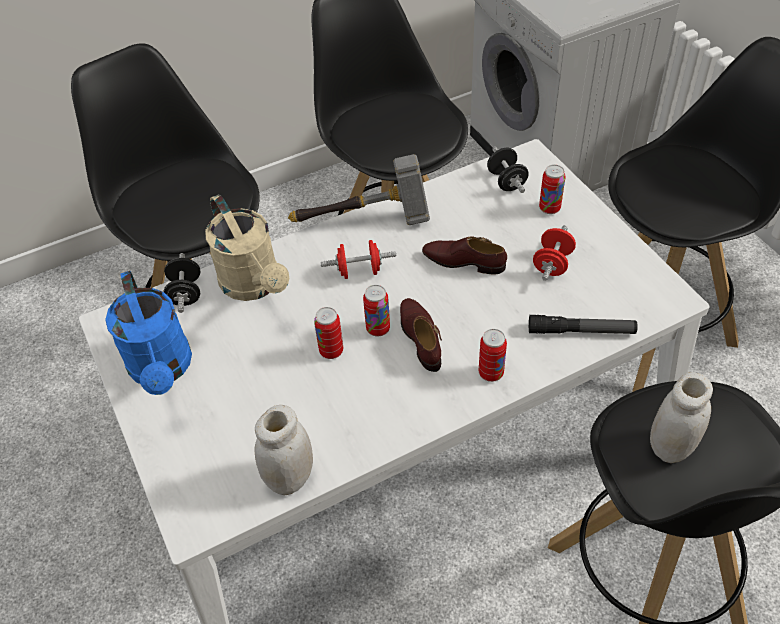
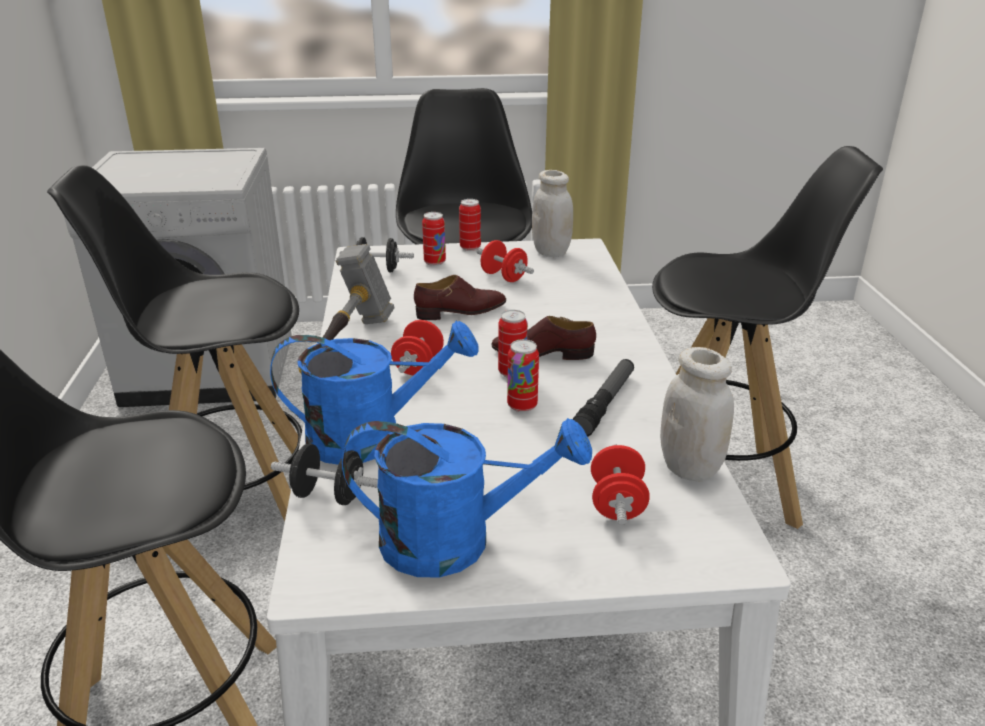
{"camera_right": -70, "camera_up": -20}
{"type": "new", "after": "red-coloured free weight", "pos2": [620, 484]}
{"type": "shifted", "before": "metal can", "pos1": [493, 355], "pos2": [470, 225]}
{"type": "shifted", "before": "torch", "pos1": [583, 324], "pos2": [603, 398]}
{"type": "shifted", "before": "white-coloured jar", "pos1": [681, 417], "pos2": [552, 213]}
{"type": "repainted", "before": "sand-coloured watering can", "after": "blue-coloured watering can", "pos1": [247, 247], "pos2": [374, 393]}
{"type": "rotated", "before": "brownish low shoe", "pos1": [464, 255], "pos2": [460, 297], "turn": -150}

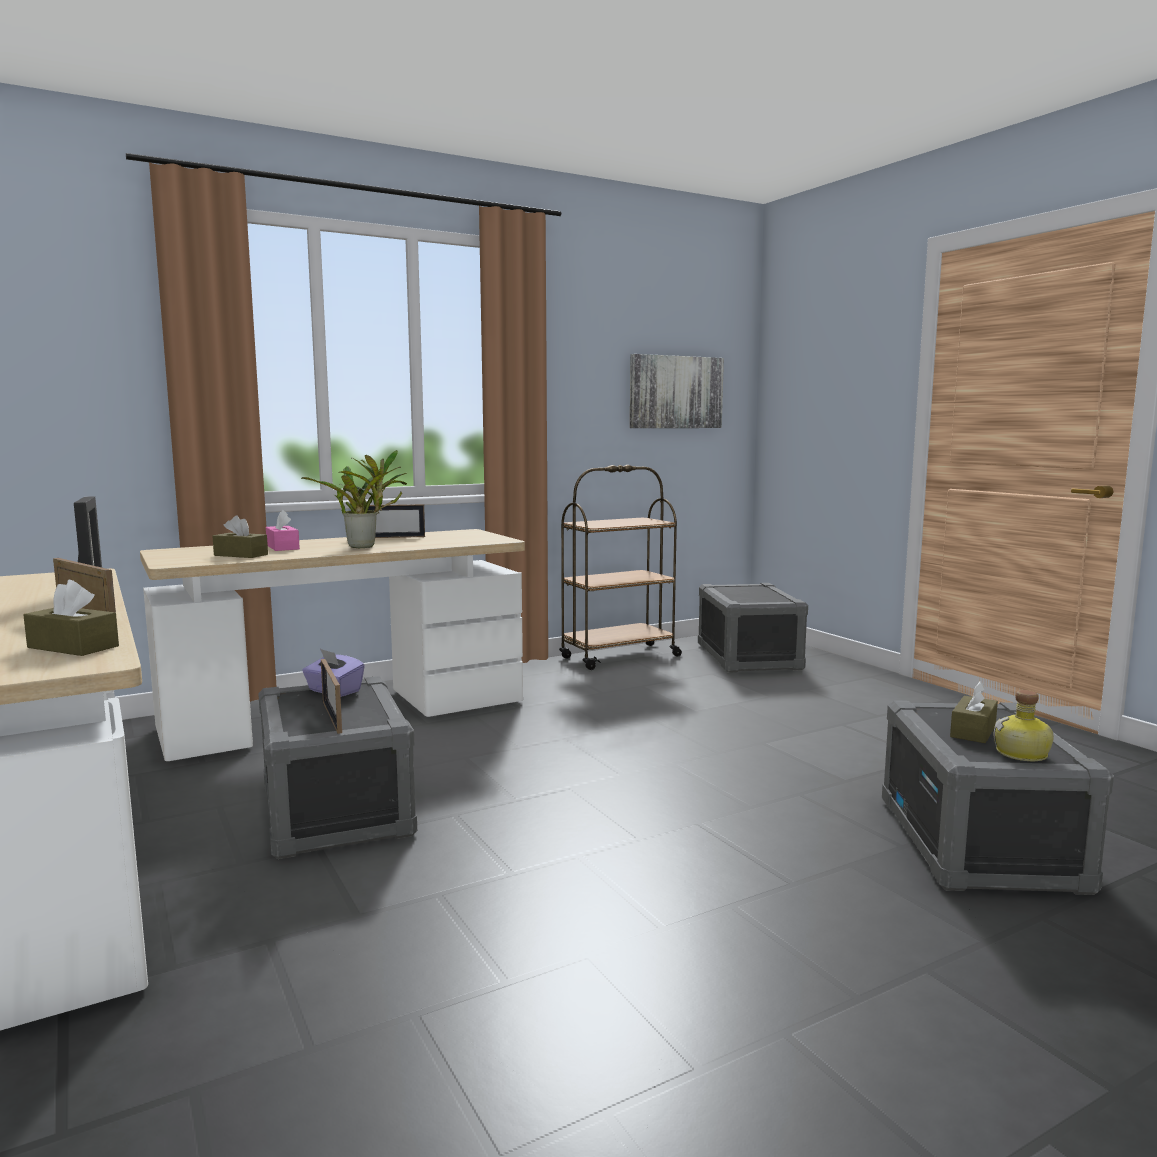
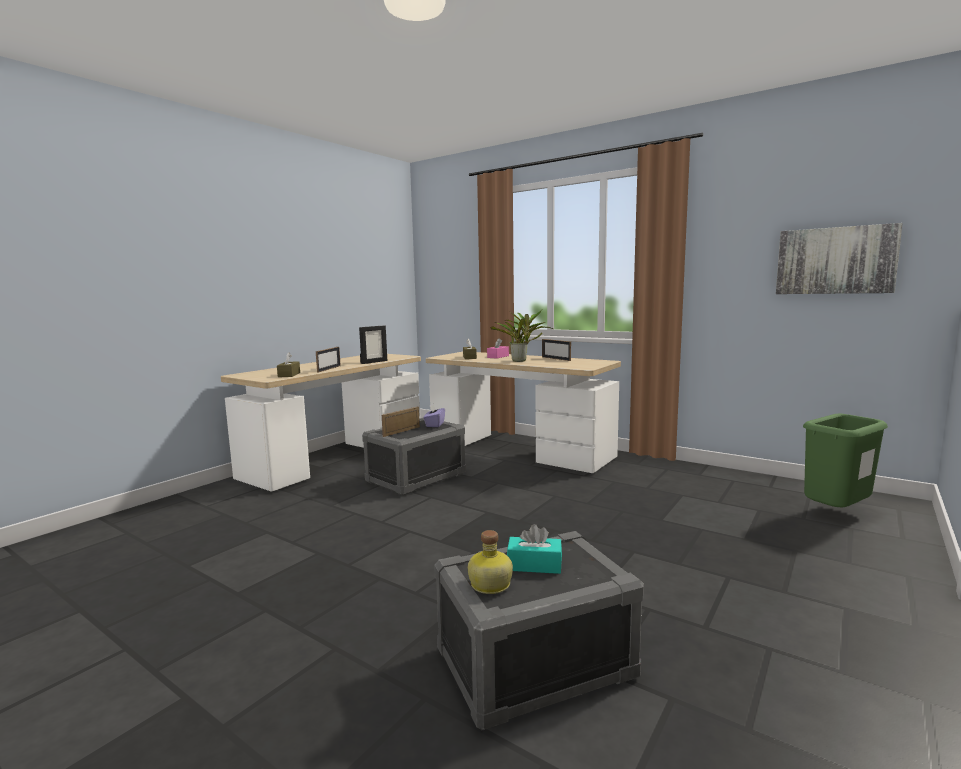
{"camera_right": 65, "camera_up": 0}
{"type": "gone", "before": "brownish wheeled cart", "pos1": [620, 567]}
{"type": "swapped", "before": "greyish storage box", "after": "greenish waste bin", "pos1": [753, 628], "pos2": [845, 460]}
{"type": "repainted", "before": "brownish tissue holder", "after": "turquoise-coloured tissue holder", "pos1": [974, 712], "pos2": [534, 549]}

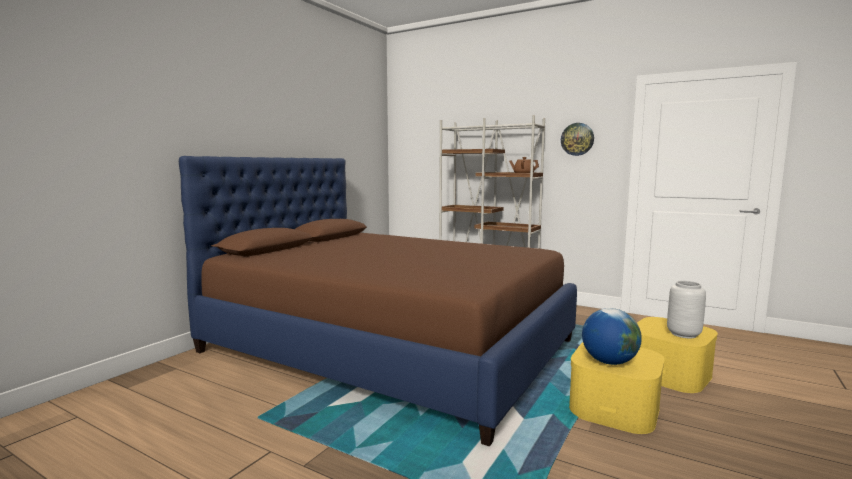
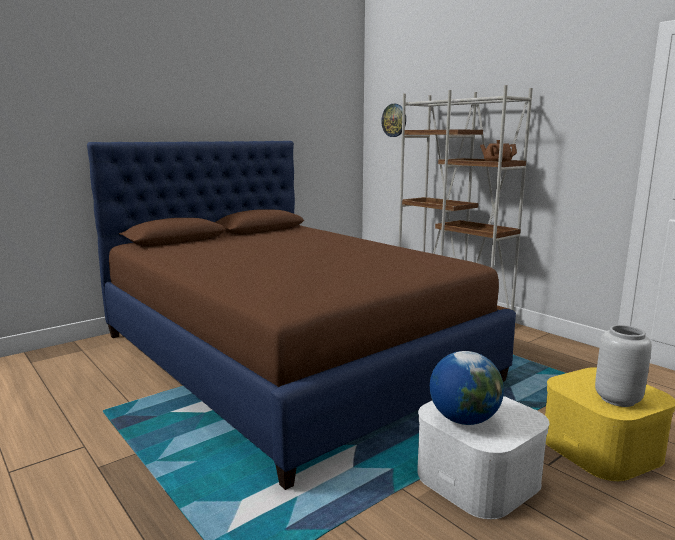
{"camera_right": 20, "camera_up": 5}
{"type": "shifted", "before": "clock on the wall", "pos1": [577, 139], "pos2": [393, 120]}
{"type": "repainted", "before": "yellow-coloured storage box", "after": "white-coloured storage box", "pos1": [617, 388], "pos2": [483, 457]}

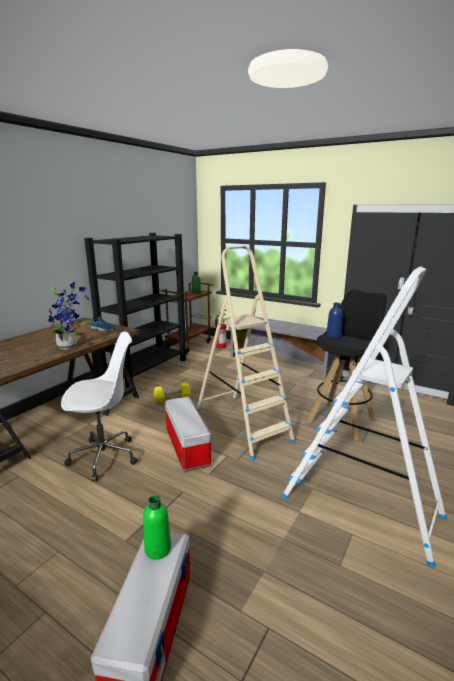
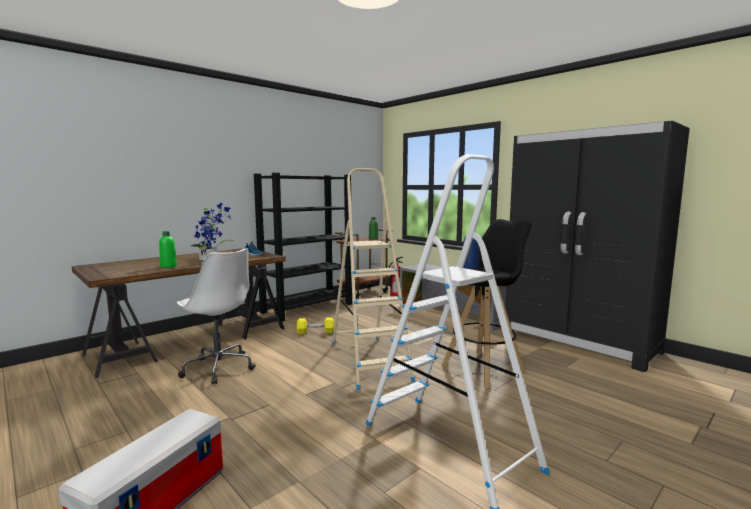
{"camera_right": 15, "camera_up": -10}
{"type": "gone", "before": "storage box", "pos1": [188, 434]}
{"type": "shifted", "before": "greenish bottle", "pos1": [157, 527], "pos2": [168, 249]}
{"type": "rotated", "before": "white-coloured computer chair", "pos1": [99, 406], "pos2": [216, 316], "turn": 45}

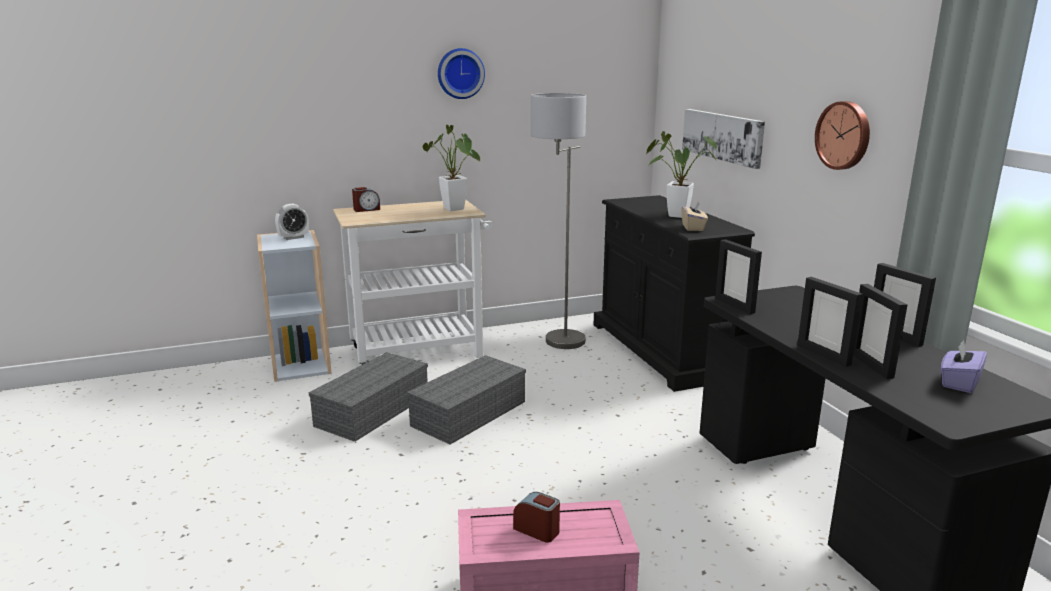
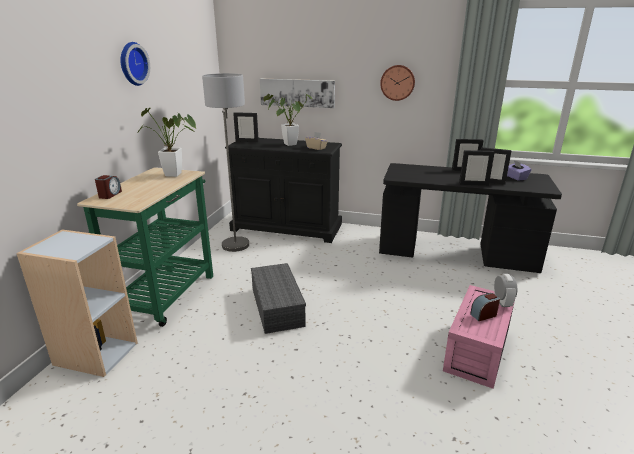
{"camera_right": -55, "camera_up": 5}
{"type": "gone", "before": "greyish storage box", "pos1": [368, 397]}
{"type": "shifted", "before": "alarm clock", "pos1": [292, 222], "pos2": [505, 290]}
{"type": "shifted", "before": "photo frame", "pos1": [738, 276], "pos2": [246, 127]}
{"type": "repainted", "before": "white-coloured wheeled cart", "after": "greenish wheeled cart", "pos1": [413, 282], "pos2": [145, 247]}

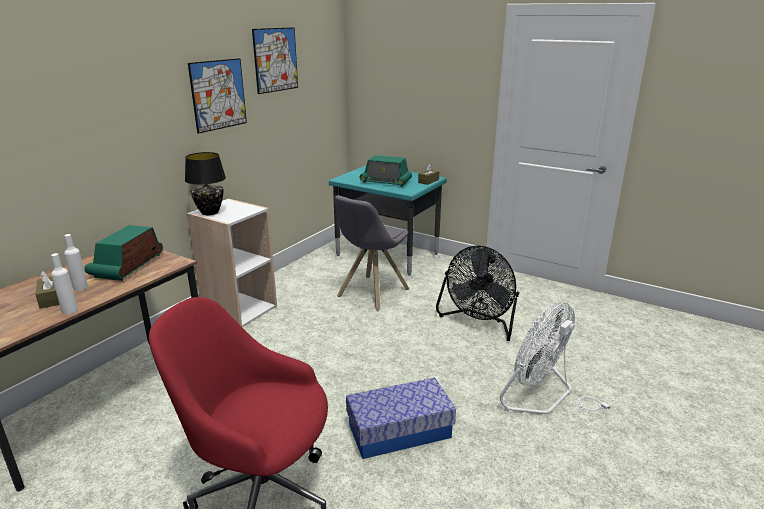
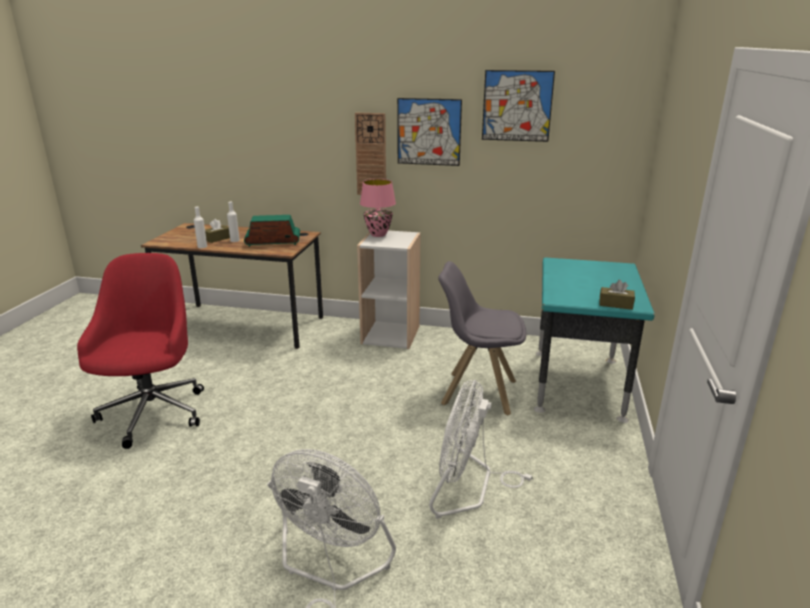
{"camera_right": 70, "camera_up": 0}
{"type": "gone", "before": "storage box", "pos1": [401, 418]}
{"type": "gone", "before": "radio receiver", "pos1": [385, 171]}
{"type": "new", "after": "clock on the wall", "pos2": [370, 154]}
{"type": "repainted", "before": "black lamp for a table", "after": "pink-coloured lamp for a table", "pos1": [205, 183], "pos2": [378, 208]}
{"type": "repainted", "before": "black fan", "after": "white-coloured fan", "pos1": [477, 293], "pos2": [481, 449]}

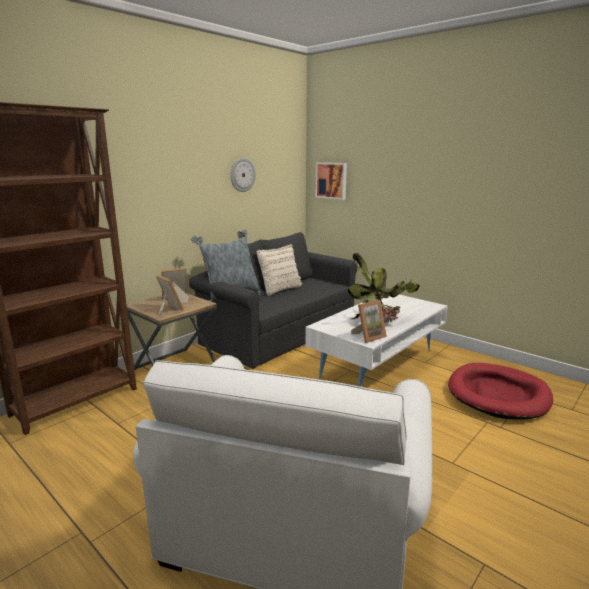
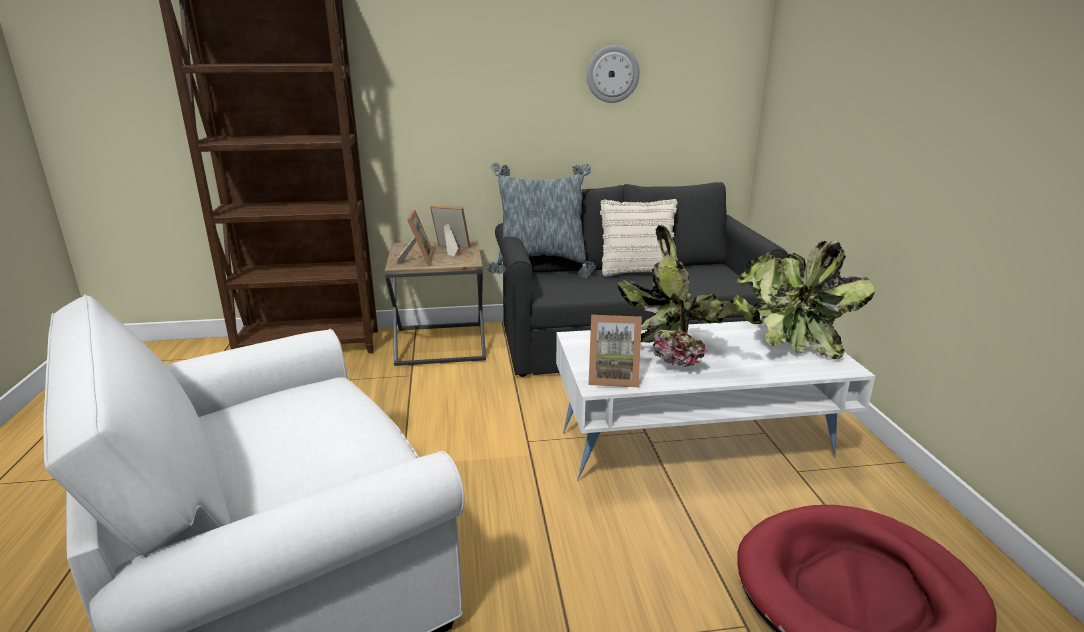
{"camera_right": 40, "camera_up": 5}
{"type": "gone", "before": "wall picture", "pos1": [331, 181]}
{"type": "new", "after": "potted plant", "pos2": [805, 299]}

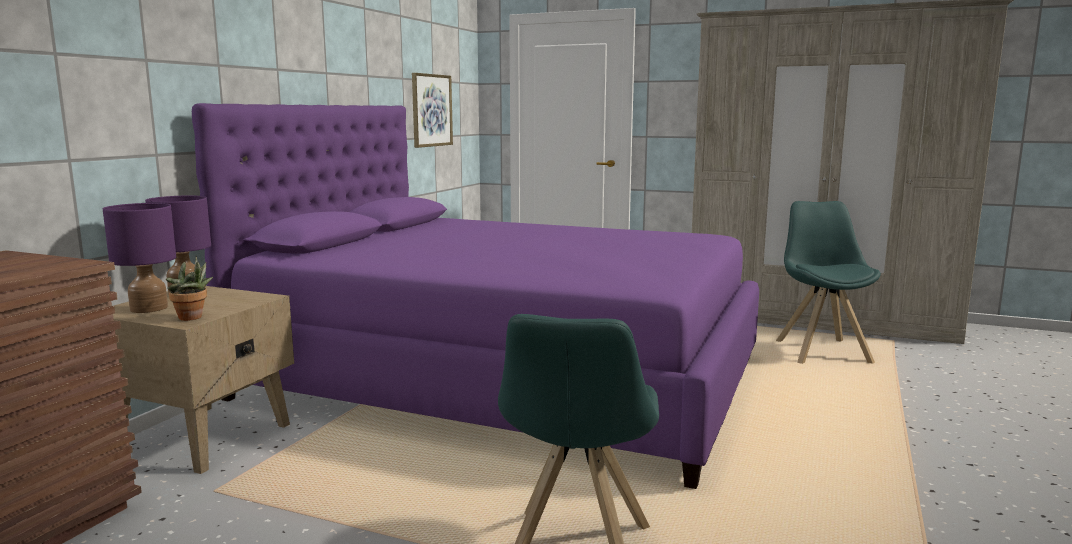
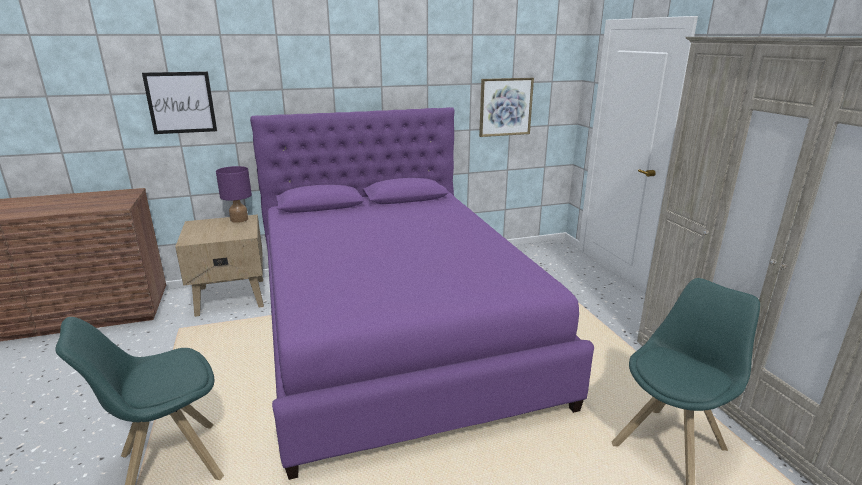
{"camera_right": 50, "camera_up": 10}
{"type": "gone", "before": "purple-coloured lamp for a table", "pos1": [139, 258]}
{"type": "gone", "before": "potted plant", "pos1": [189, 288]}
{"type": "new", "after": "wall picture", "pos2": [179, 102]}

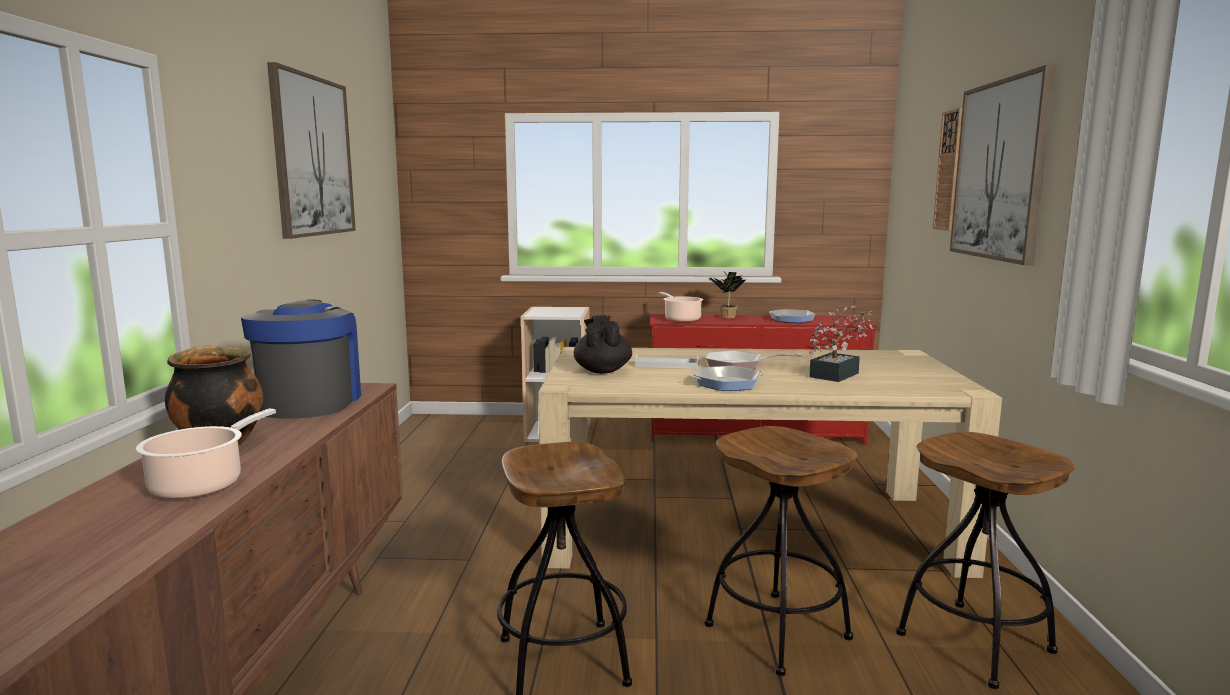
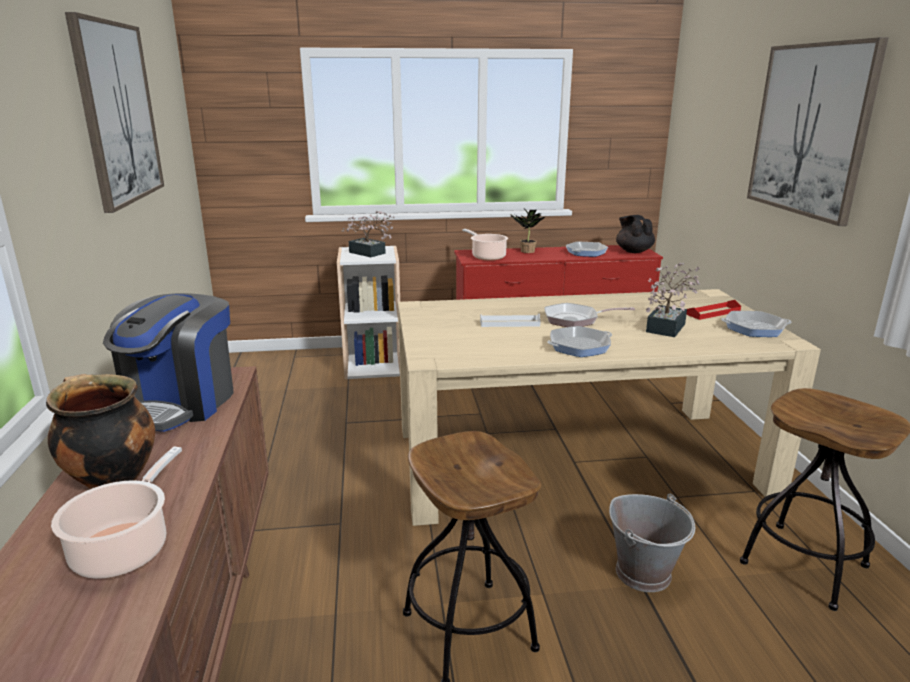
{"camera_right": -10, "camera_up": 10}
{"type": "gone", "before": "clock on the wall", "pos1": [947, 169]}
{"type": "new", "after": "potted plant", "pos2": [367, 234]}
{"type": "new", "after": "red-coloured carrying tray", "pos2": [713, 310]}
{"type": "new", "after": "frying pan", "pos2": [756, 324]}
{"type": "shifted", "before": "black teapot", "pos1": [603, 344], "pos2": [635, 234]}
{"type": "swapped", "before": "brownish sitting stool", "after": "greyish pail", "pos1": [781, 551], "pos2": [652, 543]}
{"type": "rotated", "before": "coffee machine", "pos1": [301, 359], "pos2": [168, 362], "turn": -150}

